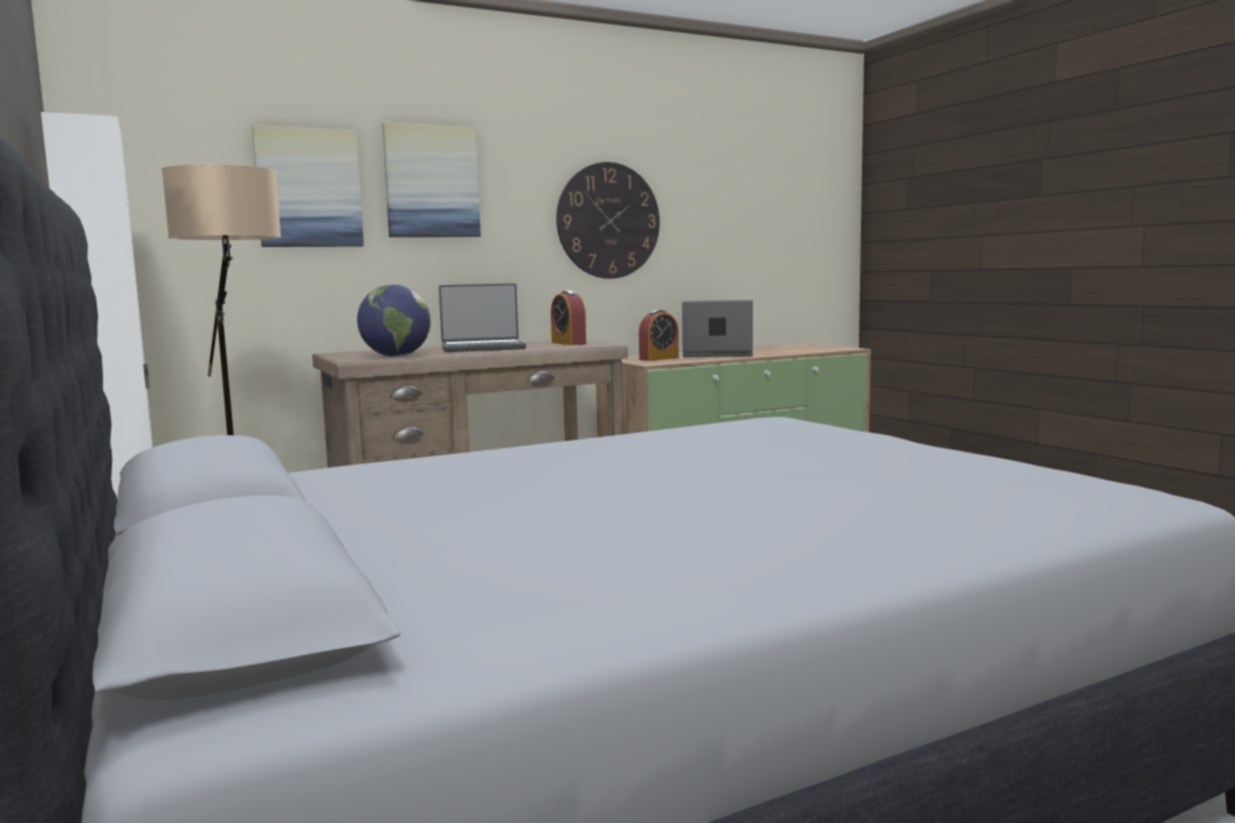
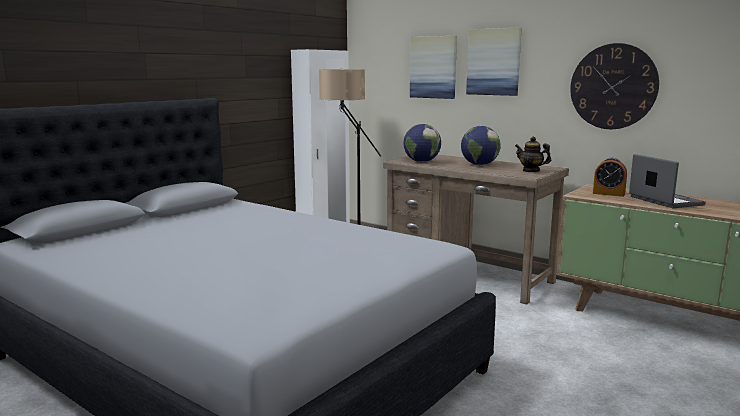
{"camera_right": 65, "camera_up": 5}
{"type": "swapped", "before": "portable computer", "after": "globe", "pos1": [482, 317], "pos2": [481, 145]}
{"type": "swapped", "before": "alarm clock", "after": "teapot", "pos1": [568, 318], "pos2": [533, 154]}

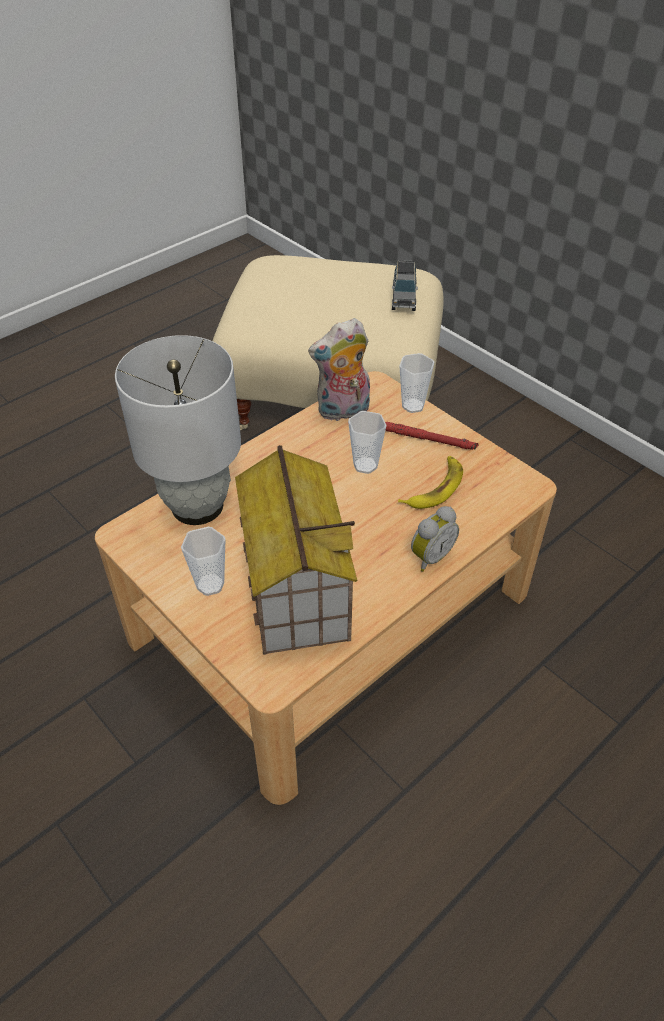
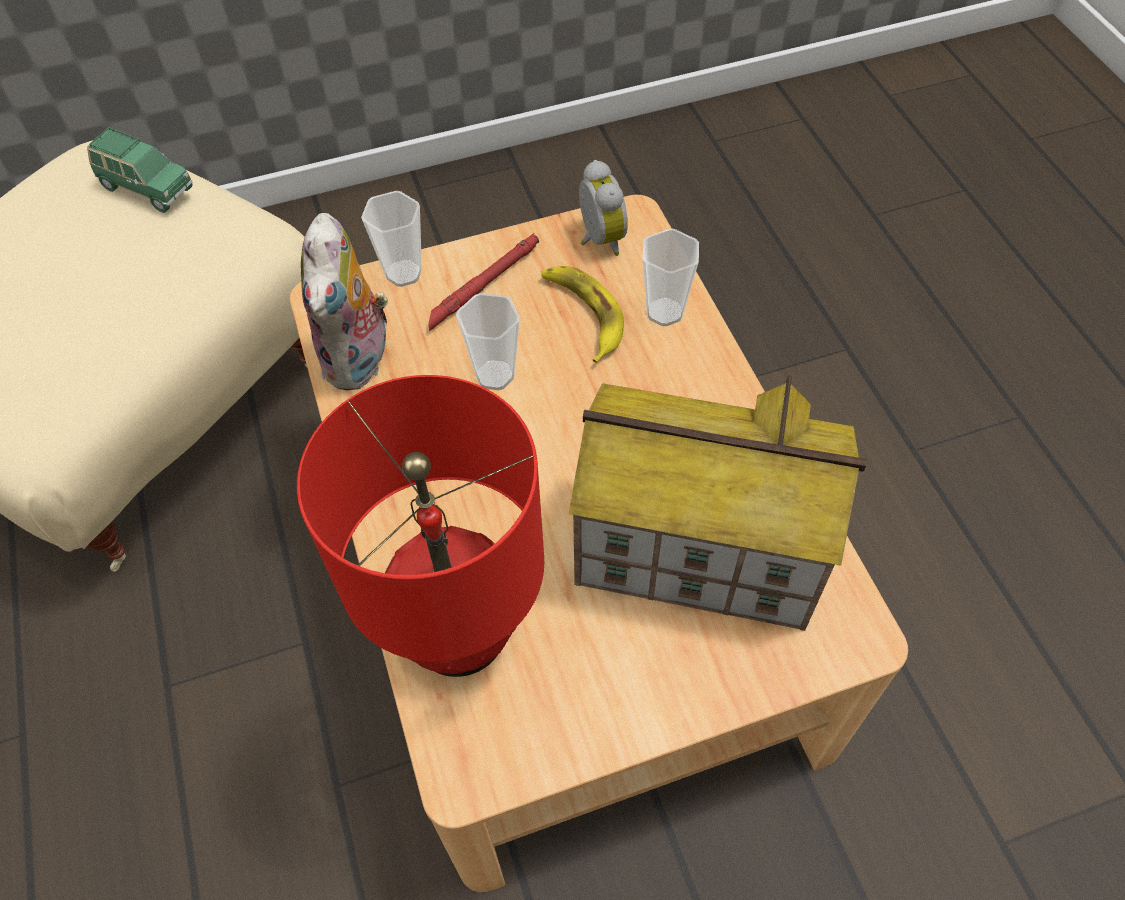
{"camera_right": -65, "camera_up": 10}
{"type": "shifted", "before": "drinking cup", "pos1": [203, 561], "pos2": [670, 277]}
{"type": "shifted", "before": "alarm clock", "pos1": [435, 539], "pos2": [603, 208]}
{"type": "repainted", "before": "white-coloured lamp for a table", "after": "red-coloured lamp for a table", "pos1": [178, 430], "pos2": [420, 526]}
{"type": "repainted", "before": "greyish model car", "after": "greenish model car", "pos1": [405, 285], "pos2": [139, 170]}

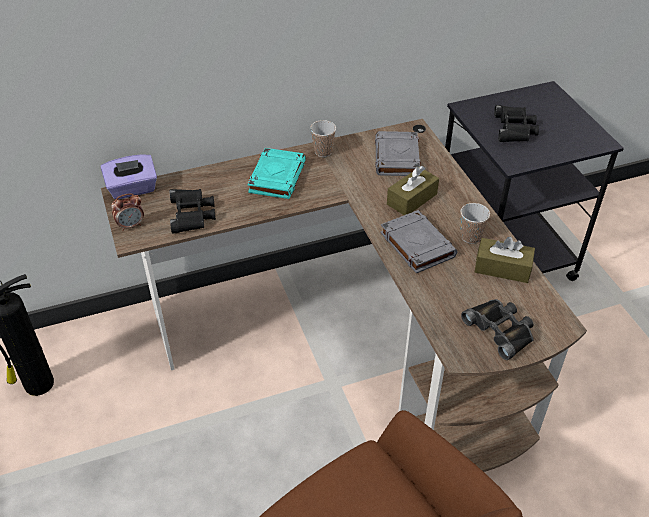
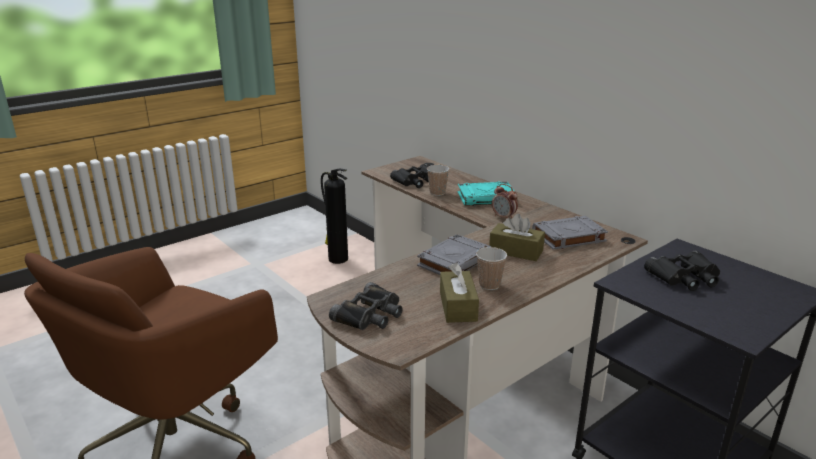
{"camera_right": 70, "camera_up": -20}
{"type": "gone", "before": "purple-coloured tissue holder", "pos1": [129, 177]}
{"type": "shifted", "before": "alarm clock", "pos1": [128, 212], "pos2": [505, 201]}
{"type": "shifted", "before": "drinking cup", "pos1": [323, 138], "pos2": [438, 180]}

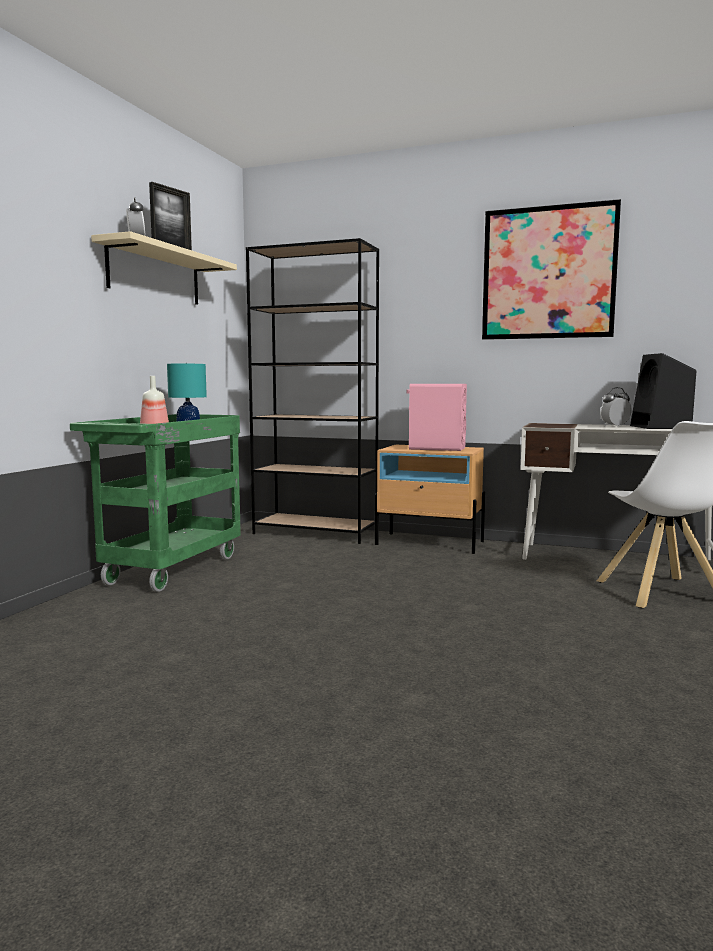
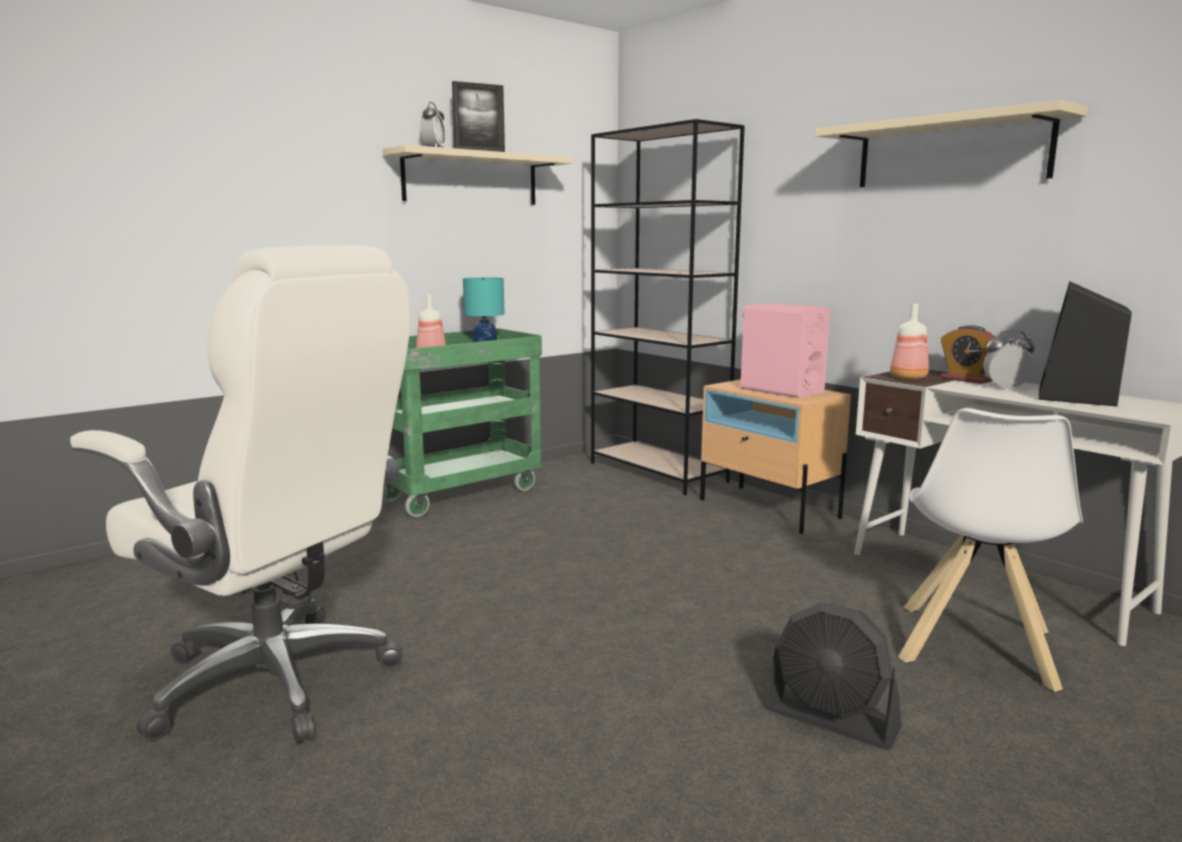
{"camera_right": 30, "camera_up": 5}
{"type": "new", "after": "white-coloured computer chair", "pos2": [240, 494]}
{"type": "new", "after": "black fan", "pos2": [833, 676]}
{"type": "new", "after": "bottle", "pos2": [909, 342]}
{"type": "new", "after": "alarm clock", "pos2": [968, 354]}
{"type": "swapped", "before": "wall picture", "after": "sand-coloured bracket shelf", "pos1": [551, 269], "pos2": [951, 144]}

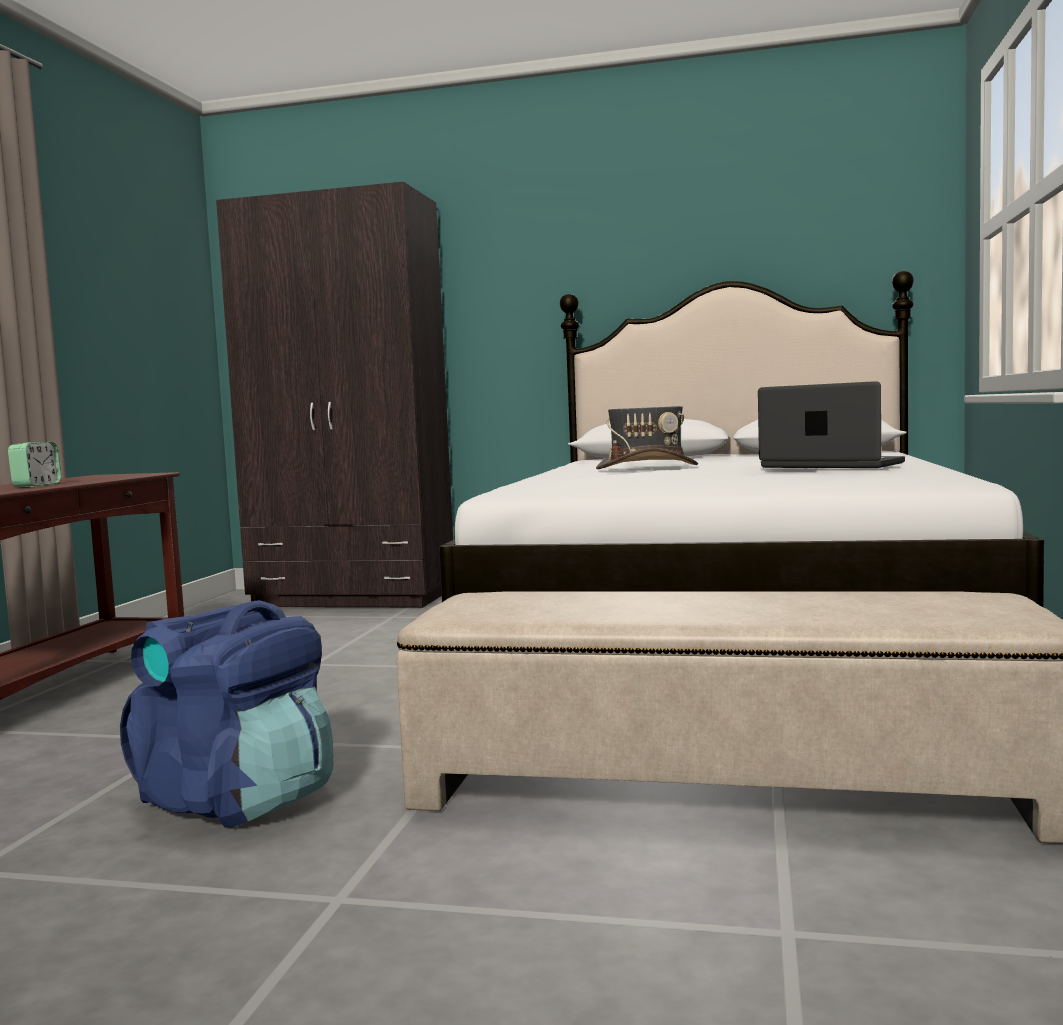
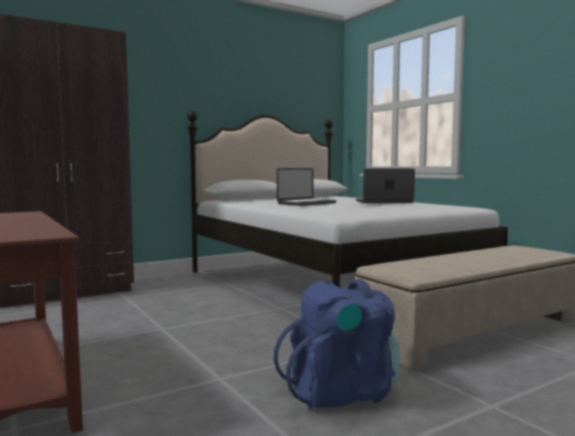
{"camera_right": -45, "camera_up": 0}
{"type": "gone", "before": "alarm clock", "pos1": [34, 464]}
{"type": "swapped", "before": "greyish hat", "after": "portable computer", "pos1": [647, 437], "pos2": [306, 187]}

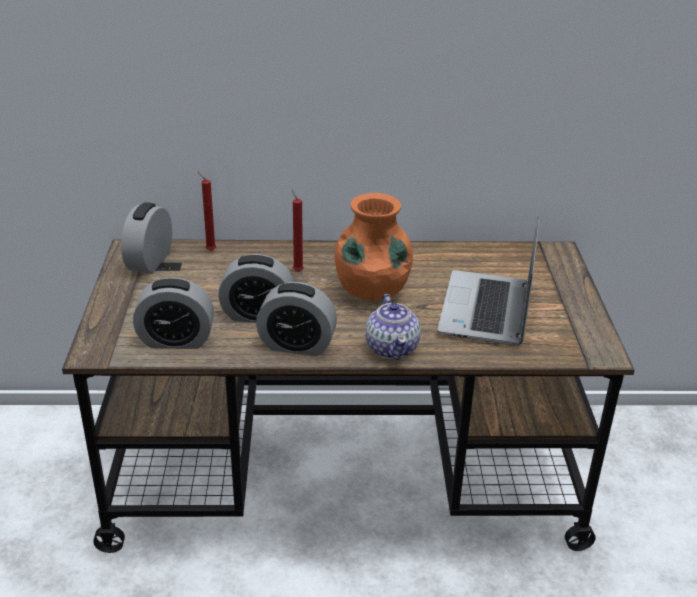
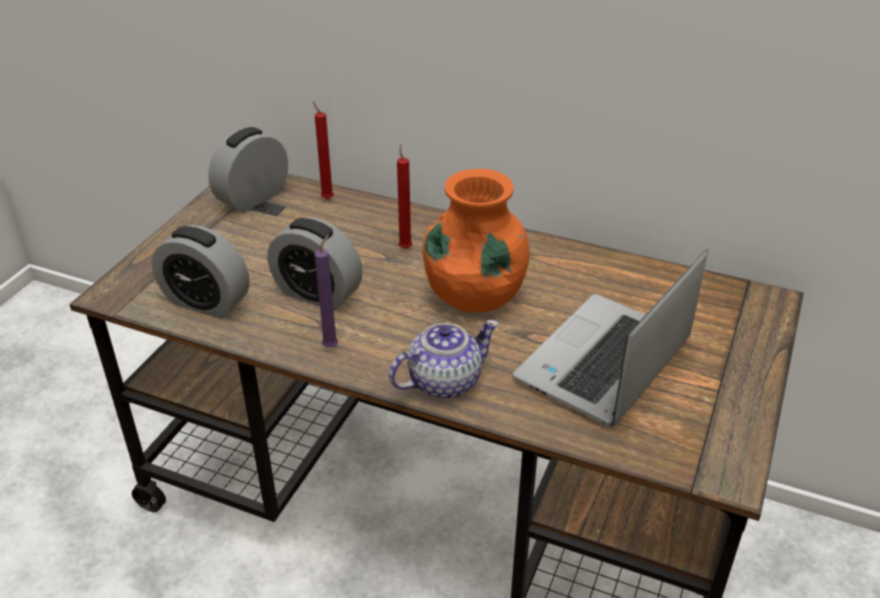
{"camera_right": 25, "camera_up": 5}
{"type": "swapped", "before": "alarm clock", "after": "purple-coloured wax light", "pos1": [296, 319], "pos2": [326, 290]}
{"type": "rotated", "before": "teapot", "pos1": [393, 327], "pos2": [444, 359], "turn": -135}

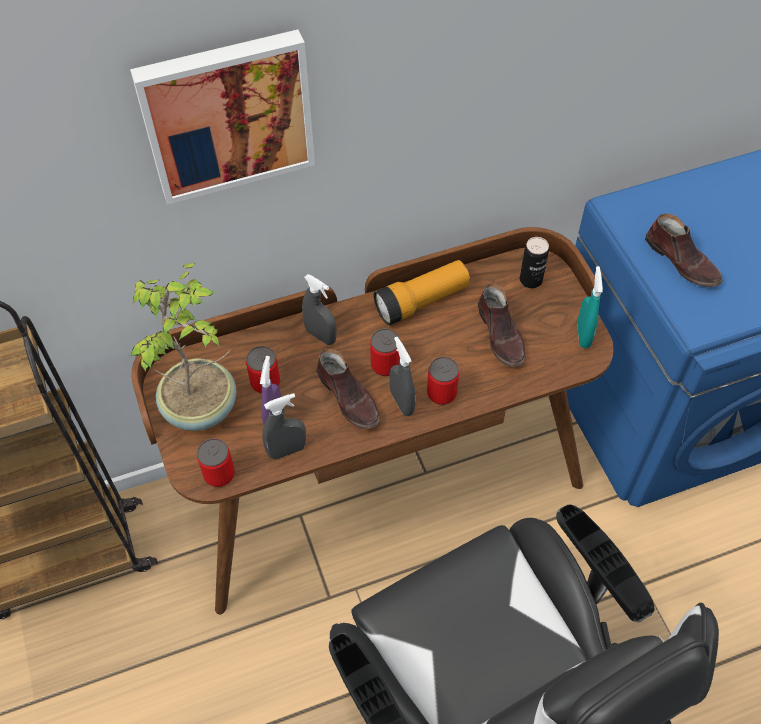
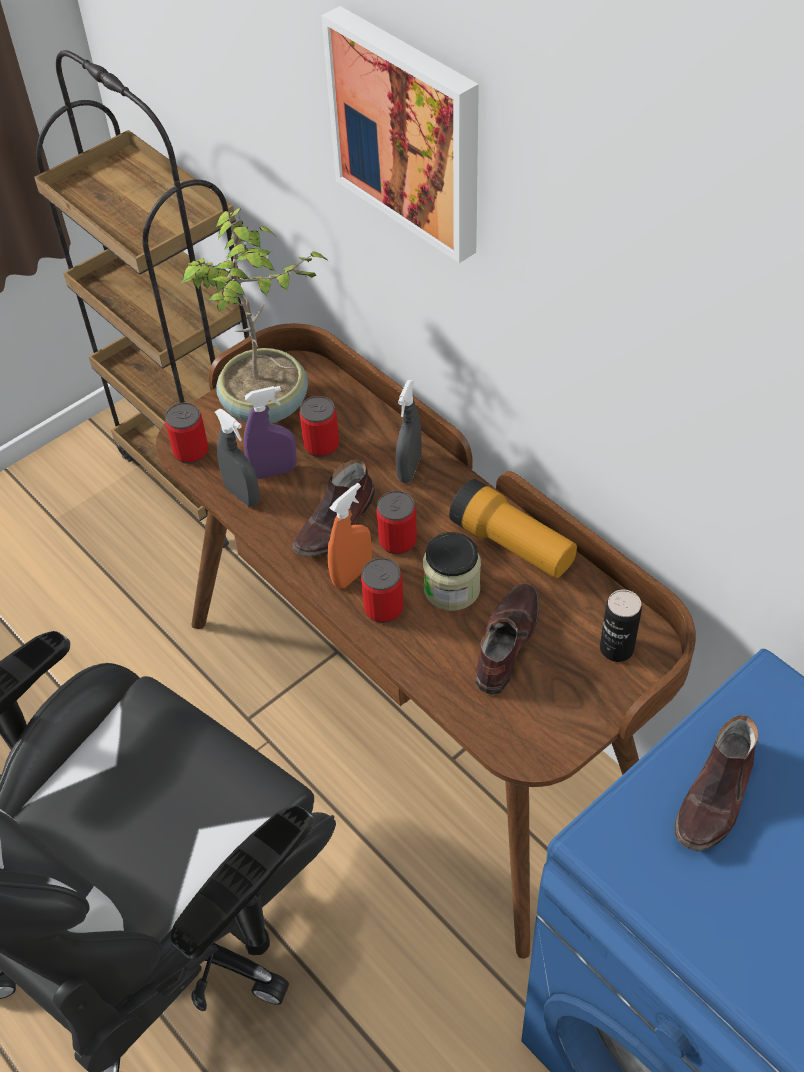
{"camera_right": 70, "camera_up": -5}
{"type": "gone", "before": "turquoise-coloured sprayer", "pos1": [590, 307]}
{"type": "new", "after": "jar", "pos2": [452, 571]}
{"type": "repainted", "before": "greyish sprayer", "after": "orange sprayer", "pos1": [403, 376], "pos2": [350, 535]}
{"type": "rotated", "before": "brownish low shoe", "pos1": [501, 325], "pos2": [507, 639], "turn": 150}

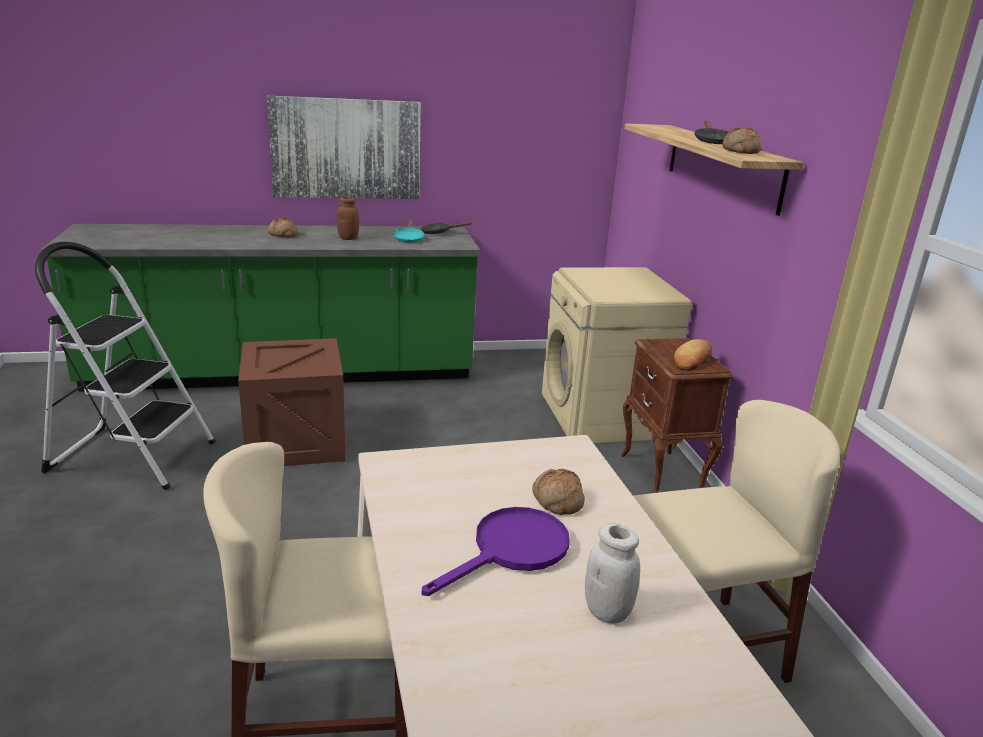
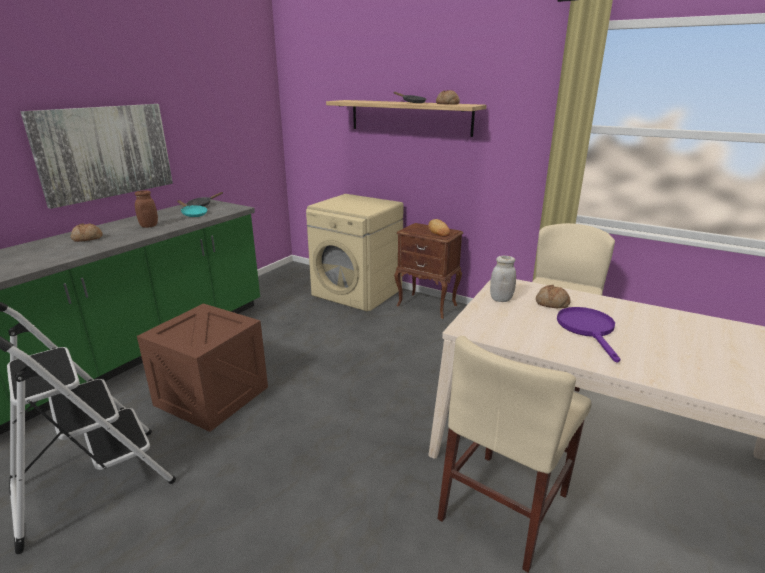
{"camera_right": -45, "camera_up": 0}
{"type": "shifted", "before": "white-coloured jar", "pos1": [612, 573], "pos2": [503, 279]}

